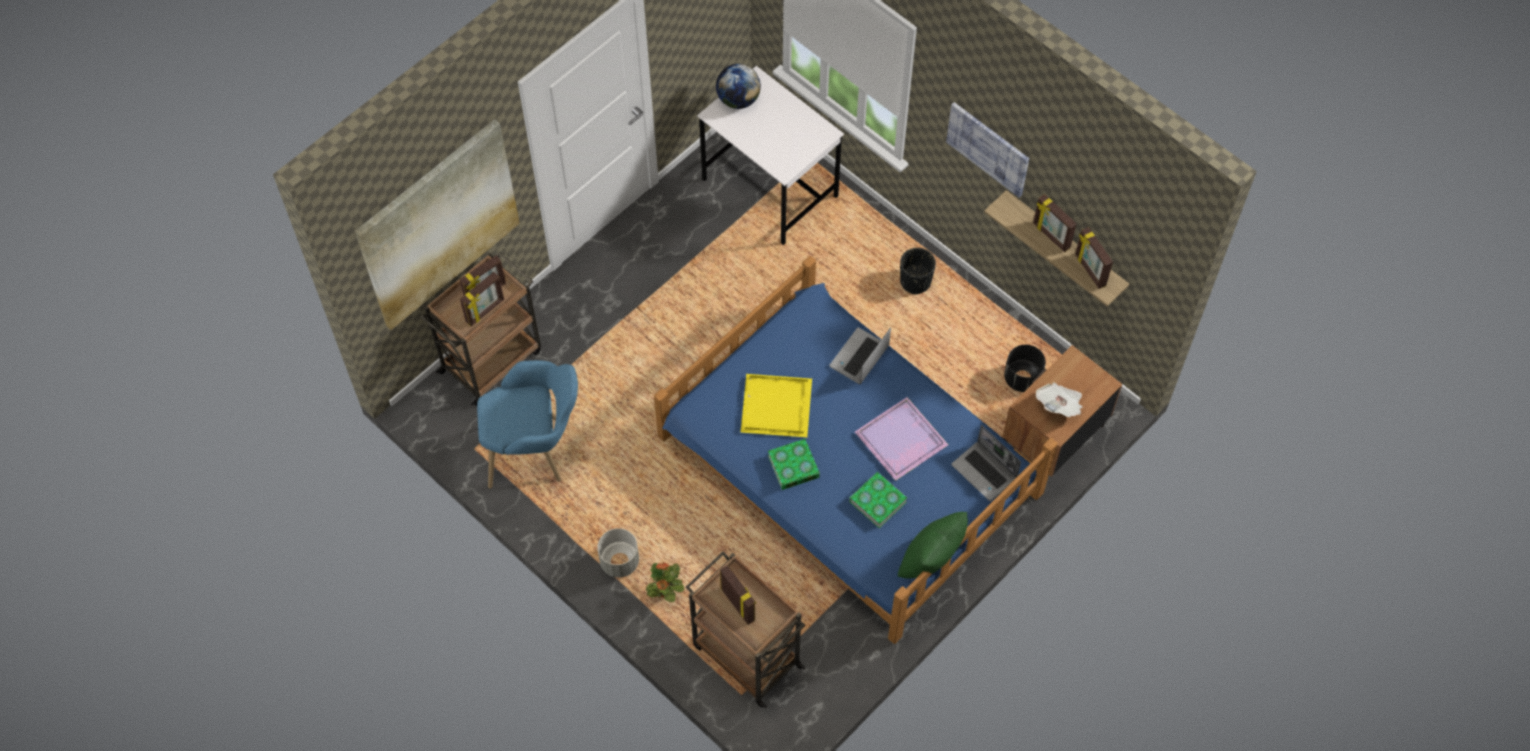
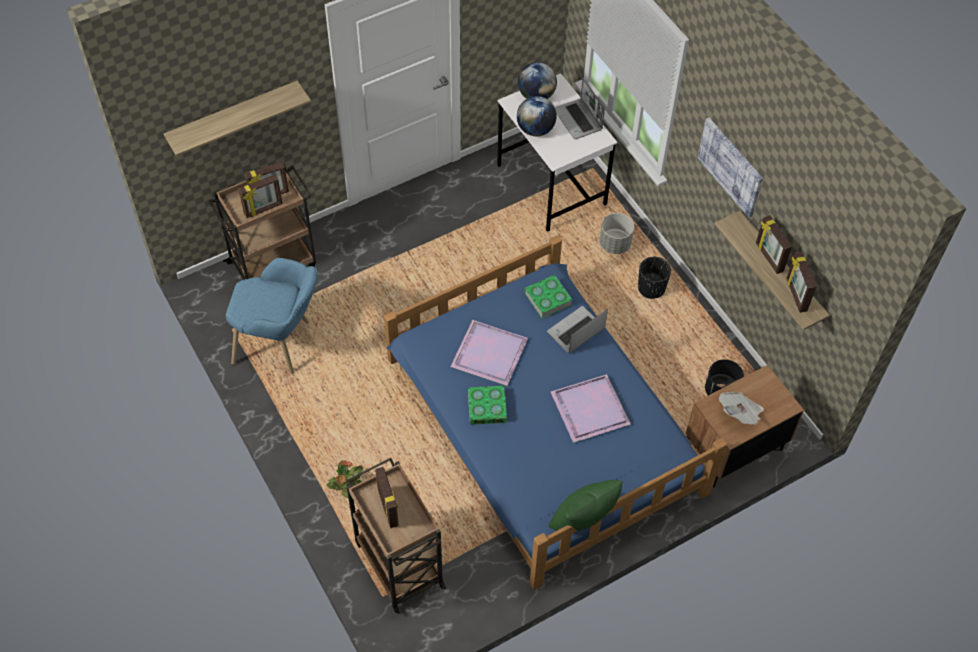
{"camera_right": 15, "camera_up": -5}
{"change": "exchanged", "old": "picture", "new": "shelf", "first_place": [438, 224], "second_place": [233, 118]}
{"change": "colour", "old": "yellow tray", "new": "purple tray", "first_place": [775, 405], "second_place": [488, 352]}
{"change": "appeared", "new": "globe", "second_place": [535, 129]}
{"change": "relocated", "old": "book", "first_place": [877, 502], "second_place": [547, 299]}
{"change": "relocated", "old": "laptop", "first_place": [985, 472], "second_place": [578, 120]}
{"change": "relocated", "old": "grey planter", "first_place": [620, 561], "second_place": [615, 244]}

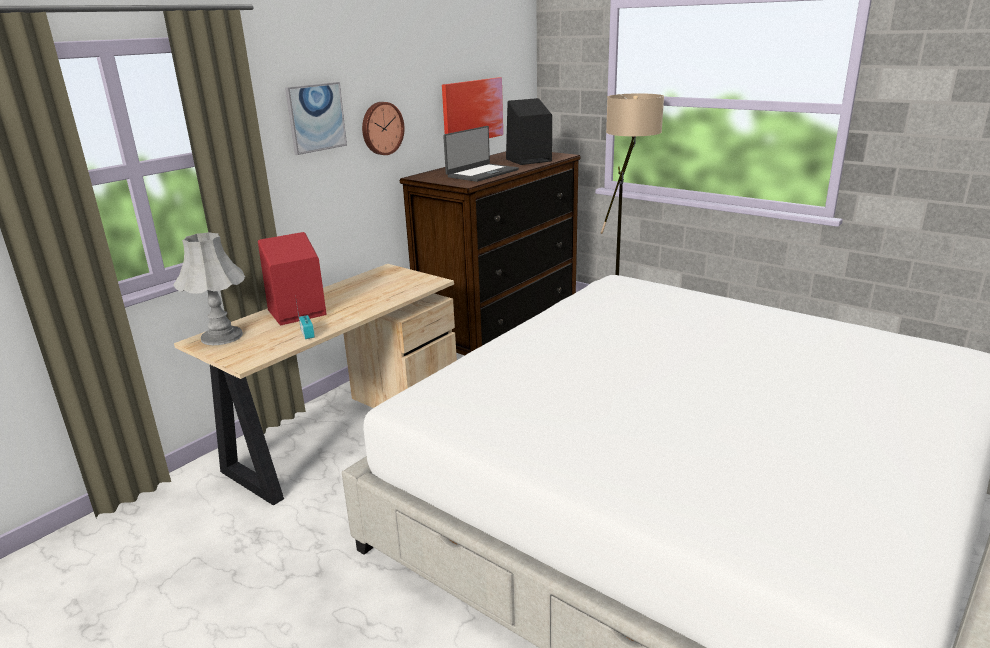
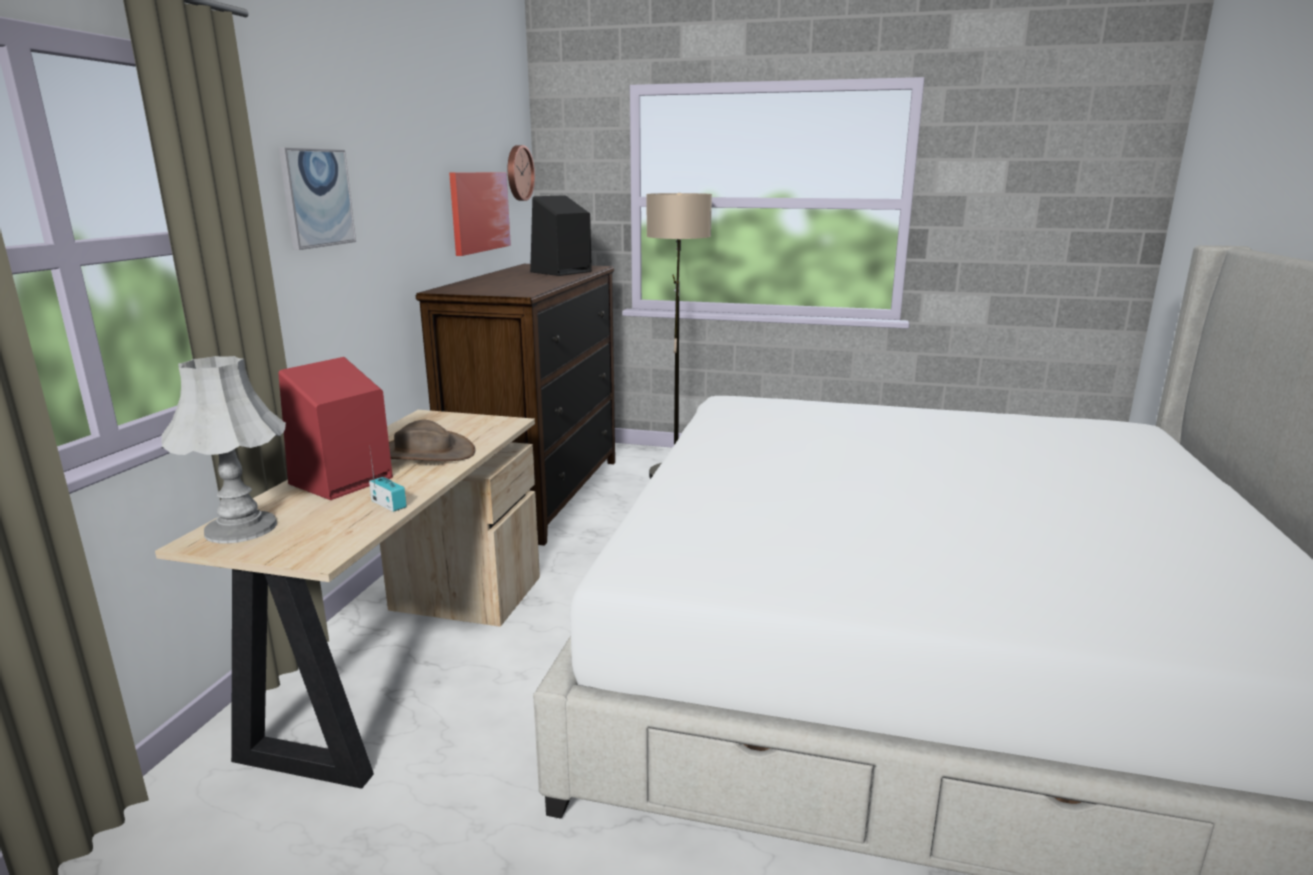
{"camera_right": -25, "camera_up": -5}
{"change": "appeared", "new": "brown hat", "second_place": [423, 454]}
{"change": "relocated", "old": "wall clock", "first_place": [381, 128], "second_place": [518, 173]}
{"change": "missing", "old": "laptop", "first_place": [482, 173]}

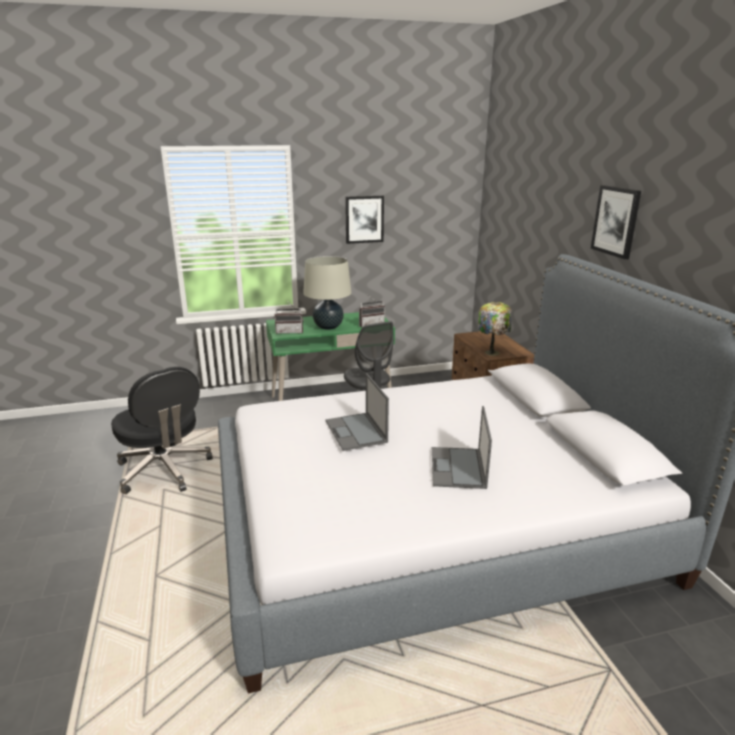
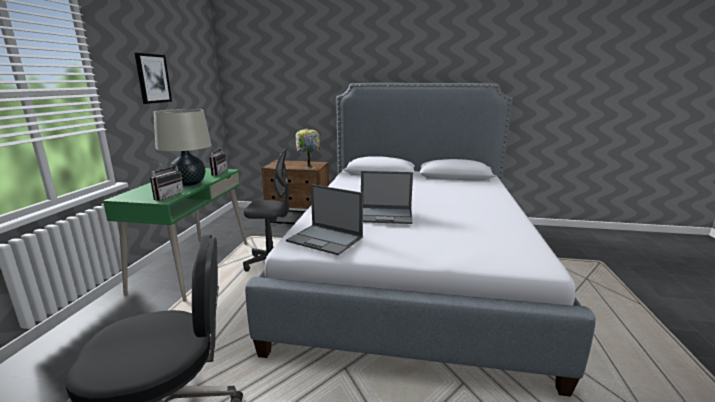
{"camera_right": -65, "camera_up": -5}
{"change": "relocated", "old": "laptop", "first_place": [458, 468], "second_place": [325, 239]}
{"change": "missing", "old": "picture", "first_place": [616, 221]}

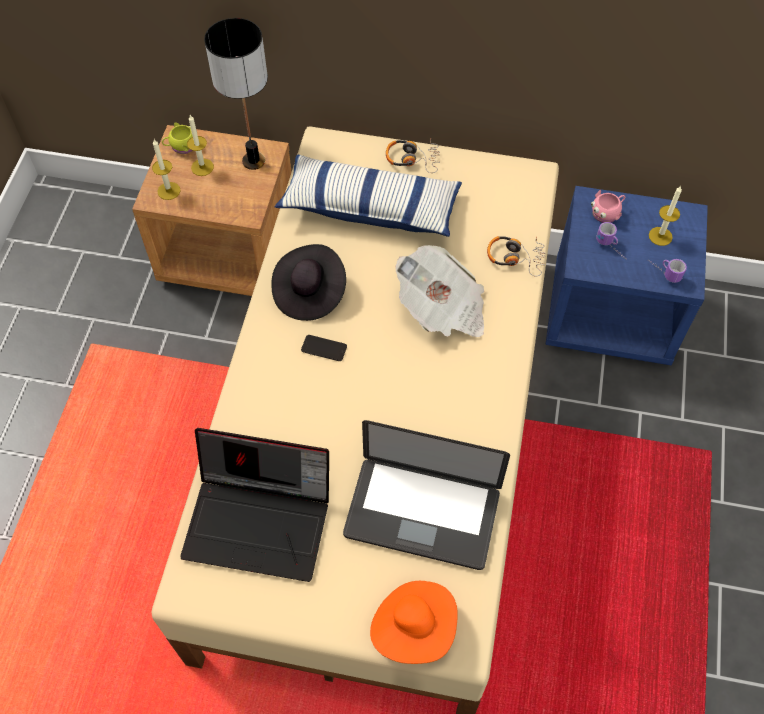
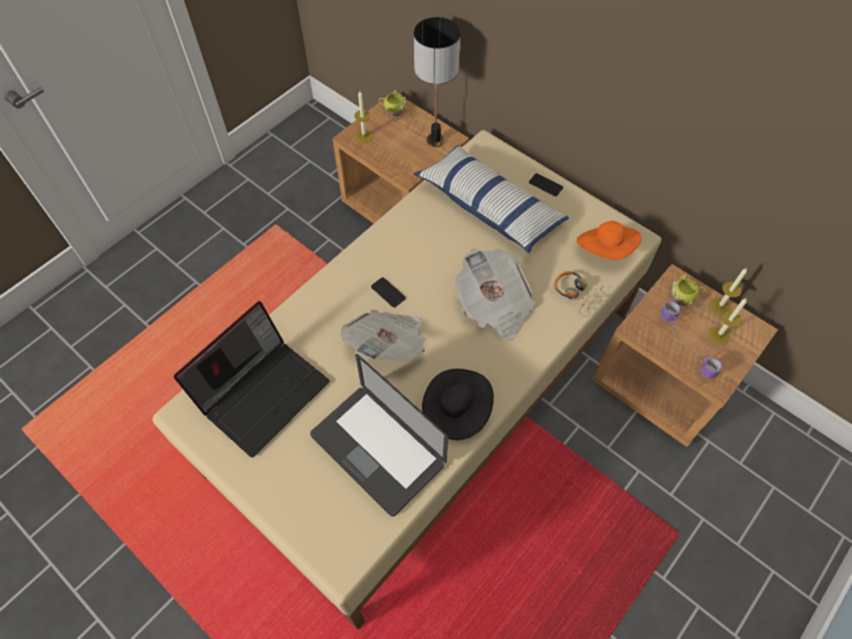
{"camera_right": 30, "camera_up": 0}
{"change": "spun", "old": "laptop", "first_place": [261, 520], "second_place": [263, 392], "degrees": -90}
{"change": "appeared", "new": "newspaper", "second_place": [389, 345]}
{"change": "relocated", "old": "black hat", "first_place": [309, 293], "second_place": [456, 410]}
{"change": "exchanged", "old": "headphones", "new": "phone", "first_place": [412, 159], "second_place": [545, 185]}
{"change": "relocated", "old": "orange hat", "first_place": [414, 627], "second_place": [606, 250]}
{"change": "colour", "old": "blue nightstand", "new": "brown nightstand", "first_place": [611, 314], "second_place": [662, 382]}
{"change": "colour", "old": "pink mug", "new": "yellow mug", "first_place": [606, 213], "second_place": [684, 296]}
{"change": "relocated", "old": "candle", "first_place": [202, 167], "second_place": [719, 307]}

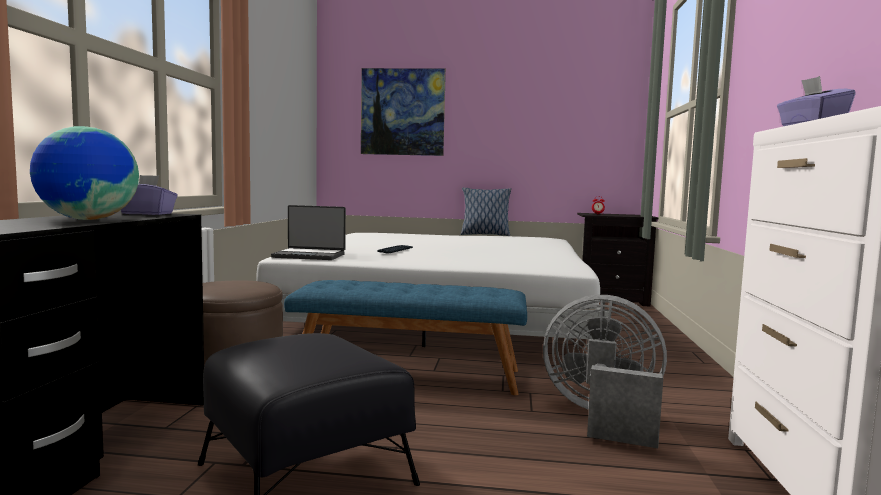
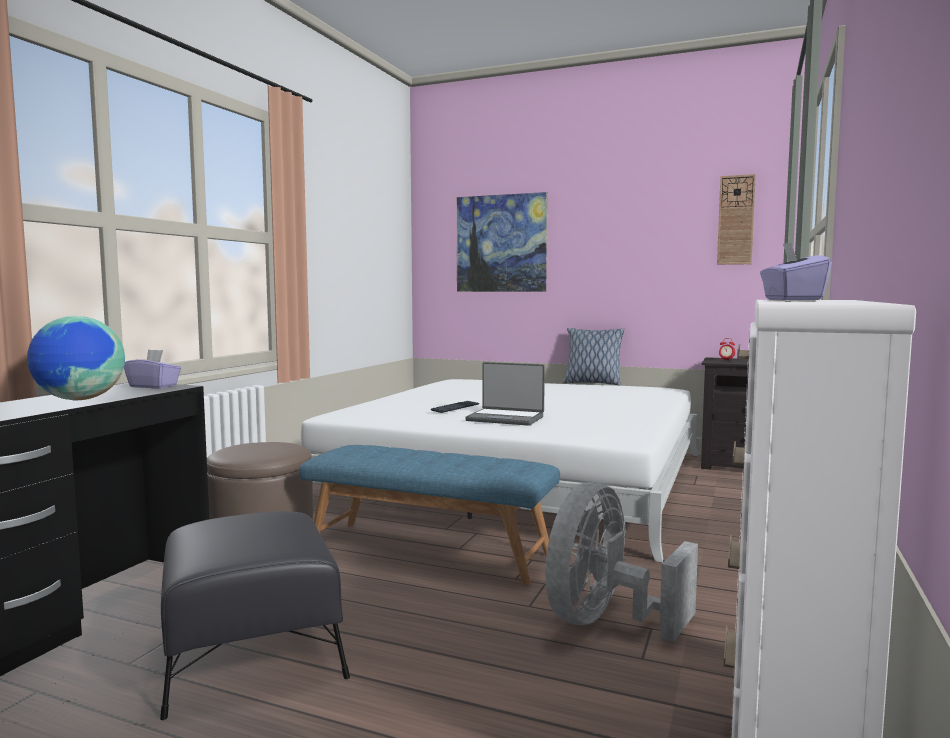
{"camera_right": 15, "camera_up": 0}
{"change": "relocated", "old": "laptop", "first_place": [310, 256], "second_place": [506, 418]}
{"change": "spun", "old": "grey fan", "first_place": [603, 417], "second_place": [605, 621], "degrees": -90}
{"change": "appeared", "new": "wall clock", "second_place": [736, 220]}

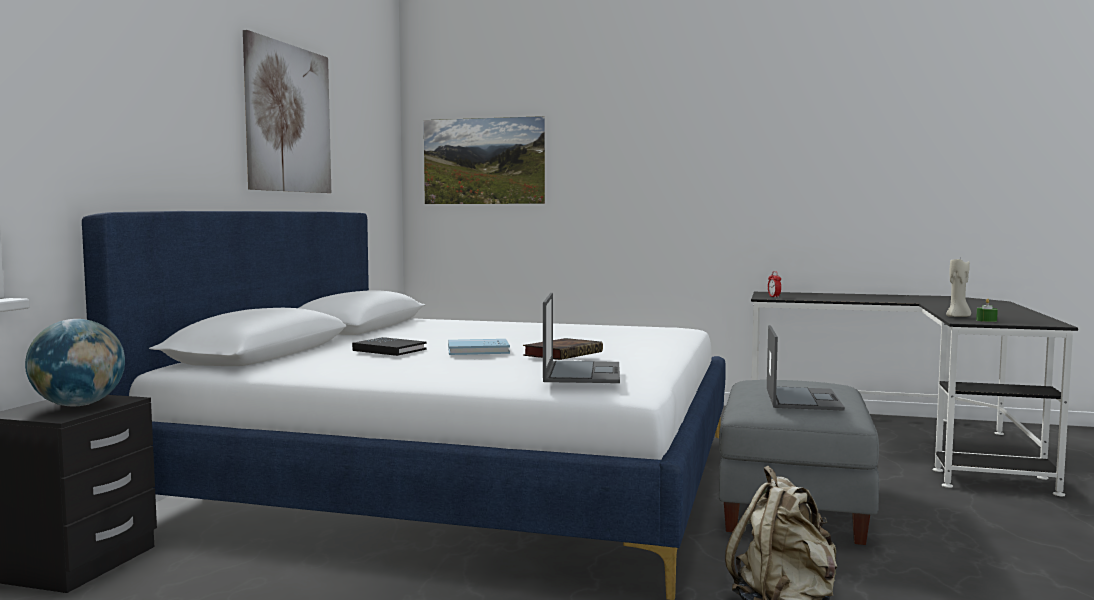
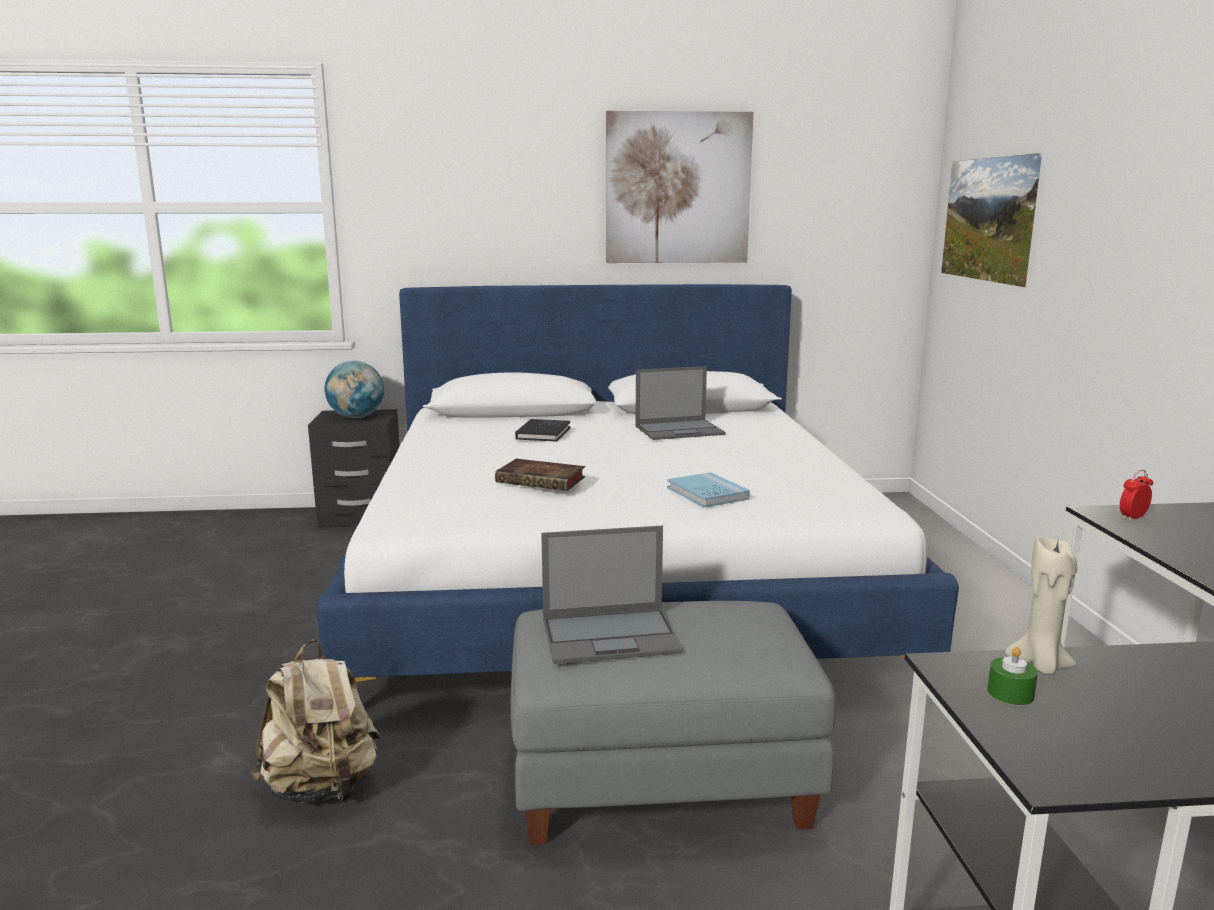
{"camera_right": 70, "camera_up": 10}
{"change": "relocated", "old": "laptop", "first_place": [582, 373], "second_place": [680, 430]}
{"change": "relocated", "old": "blue book", "first_place": [478, 350], "second_place": [707, 493]}

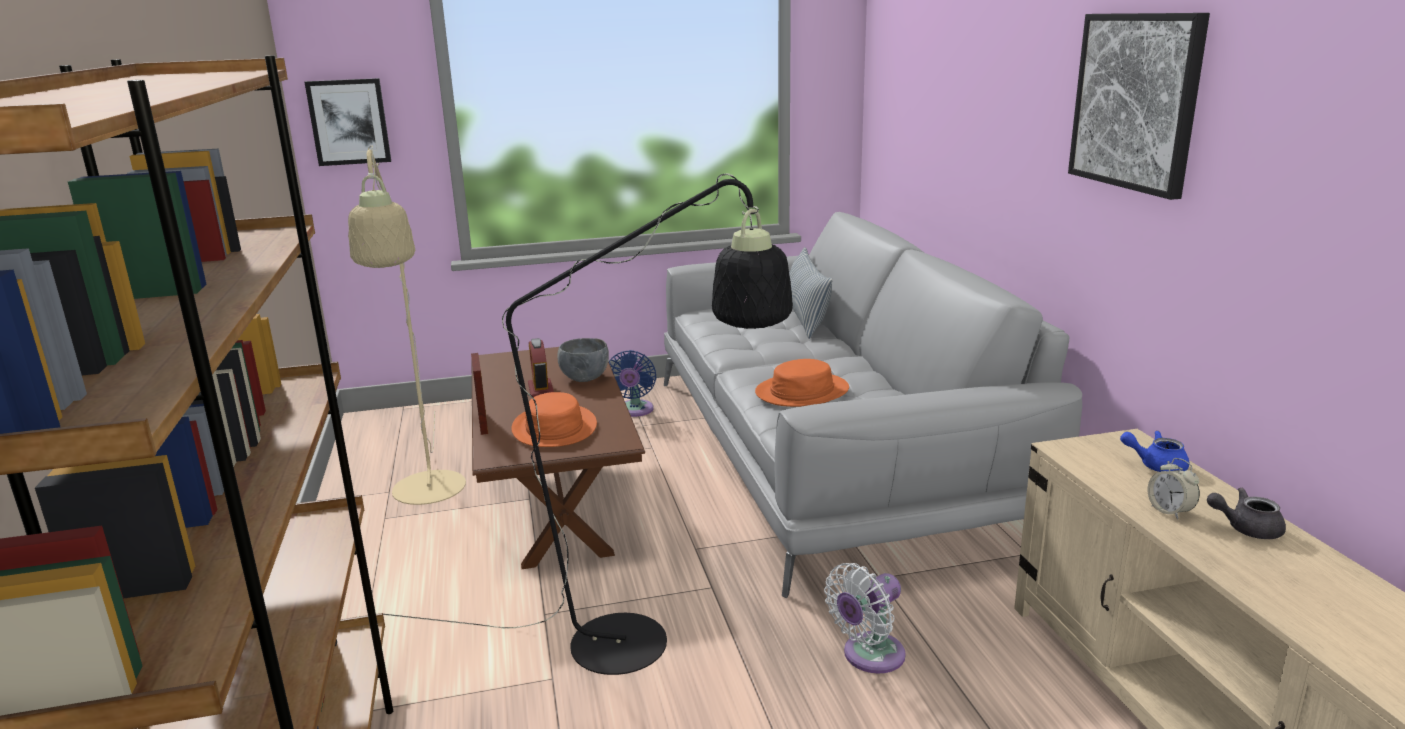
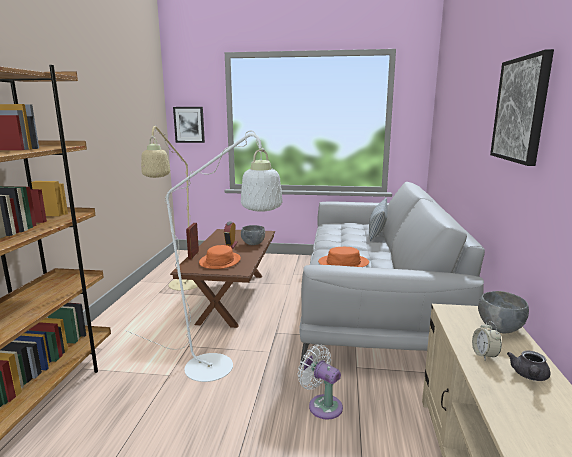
{"camera_right": 20, "camera_up": -5}
{"change": "colour", "old": "black floor lamp", "new": "white floor lamp", "first_place": [644, 645], "second_place": [219, 371]}
{"change": "spun", "old": "white fan", "first_place": [869, 656], "second_place": [322, 405], "degrees": 60}
{"change": "exchanged", "old": "blue teapot", "new": "grey bowl", "first_place": [1156, 465], "second_place": [499, 328]}
{"change": "spun", "old": "grey teapot", "first_place": [1245, 528], "second_place": [529, 376], "degrees": -90}
{"change": "missing", "old": "blue fan", "first_place": [634, 411]}

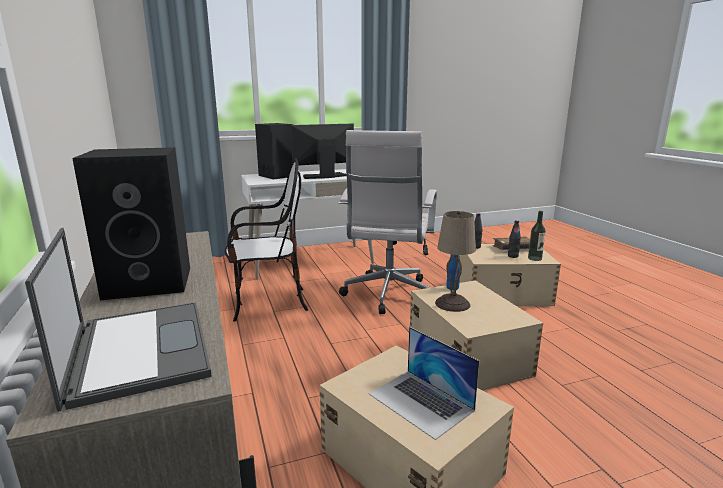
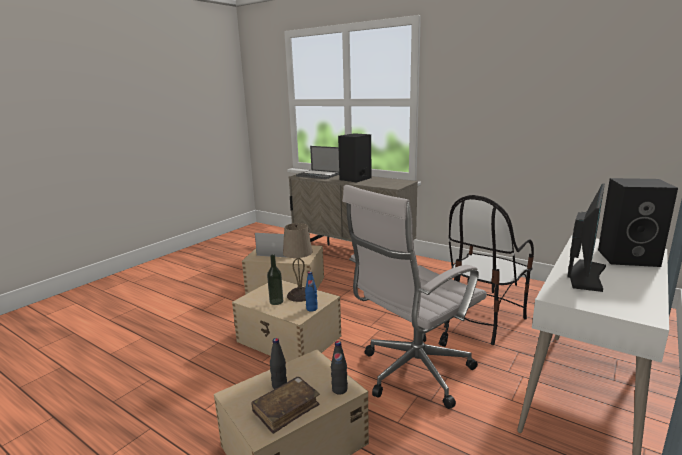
{"camera_right": 145, "camera_up": 0}
{"change": "relocated", "old": "bottle", "first_place": [534, 258], "second_place": [276, 301]}
{"change": "spun", "old": "white office chair", "first_place": [388, 295], "second_place": [412, 374], "degrees": -105}

